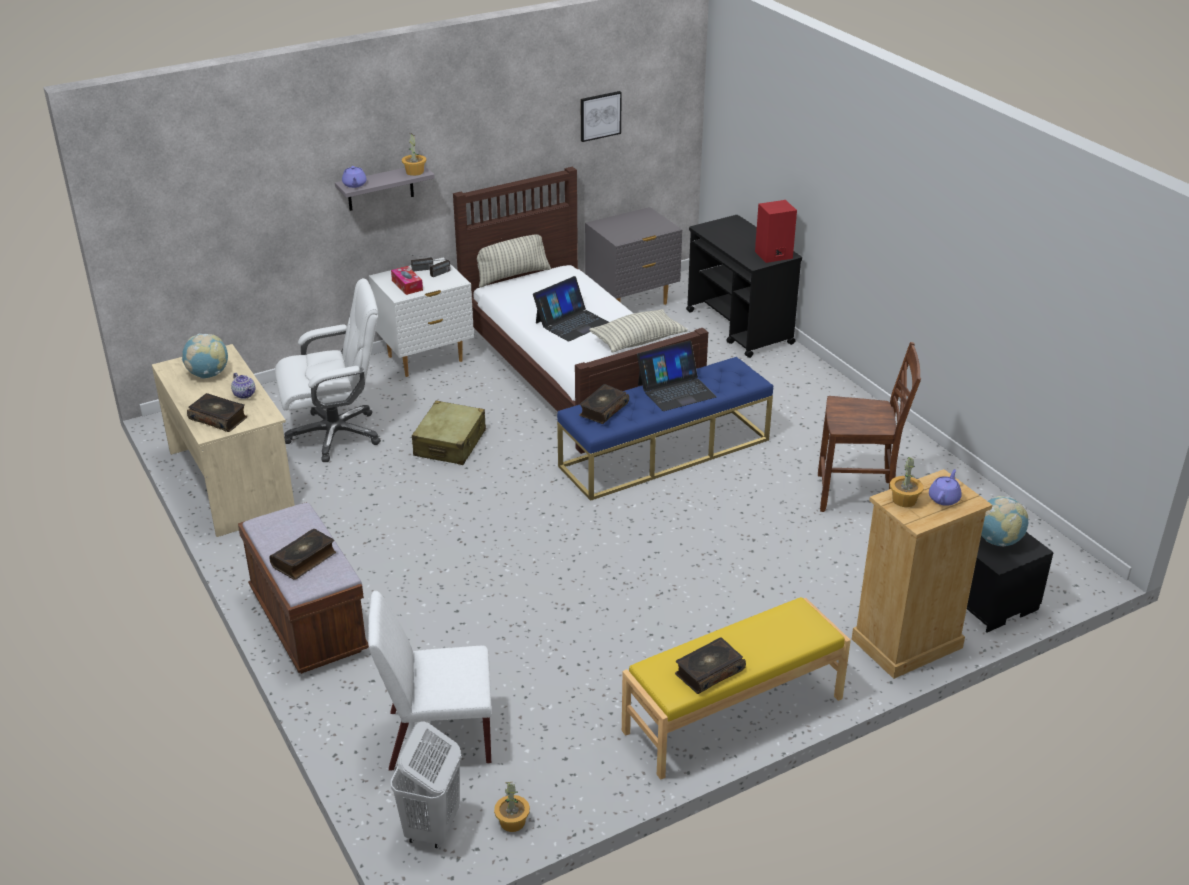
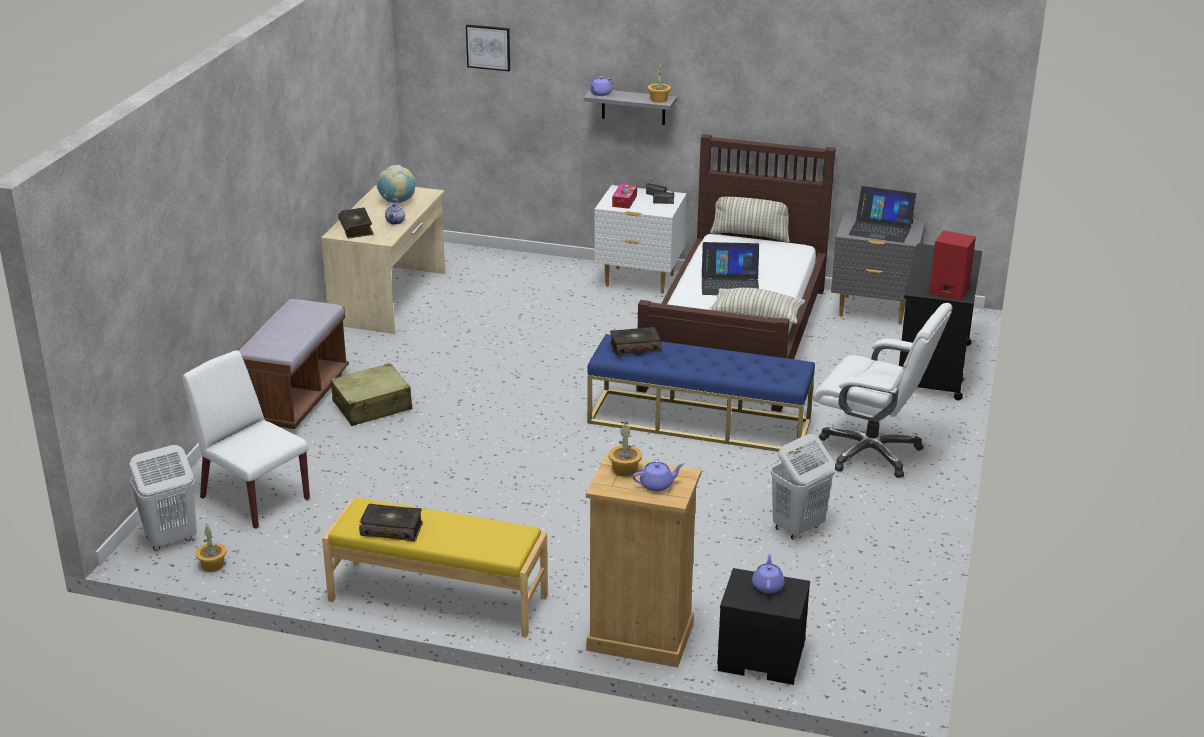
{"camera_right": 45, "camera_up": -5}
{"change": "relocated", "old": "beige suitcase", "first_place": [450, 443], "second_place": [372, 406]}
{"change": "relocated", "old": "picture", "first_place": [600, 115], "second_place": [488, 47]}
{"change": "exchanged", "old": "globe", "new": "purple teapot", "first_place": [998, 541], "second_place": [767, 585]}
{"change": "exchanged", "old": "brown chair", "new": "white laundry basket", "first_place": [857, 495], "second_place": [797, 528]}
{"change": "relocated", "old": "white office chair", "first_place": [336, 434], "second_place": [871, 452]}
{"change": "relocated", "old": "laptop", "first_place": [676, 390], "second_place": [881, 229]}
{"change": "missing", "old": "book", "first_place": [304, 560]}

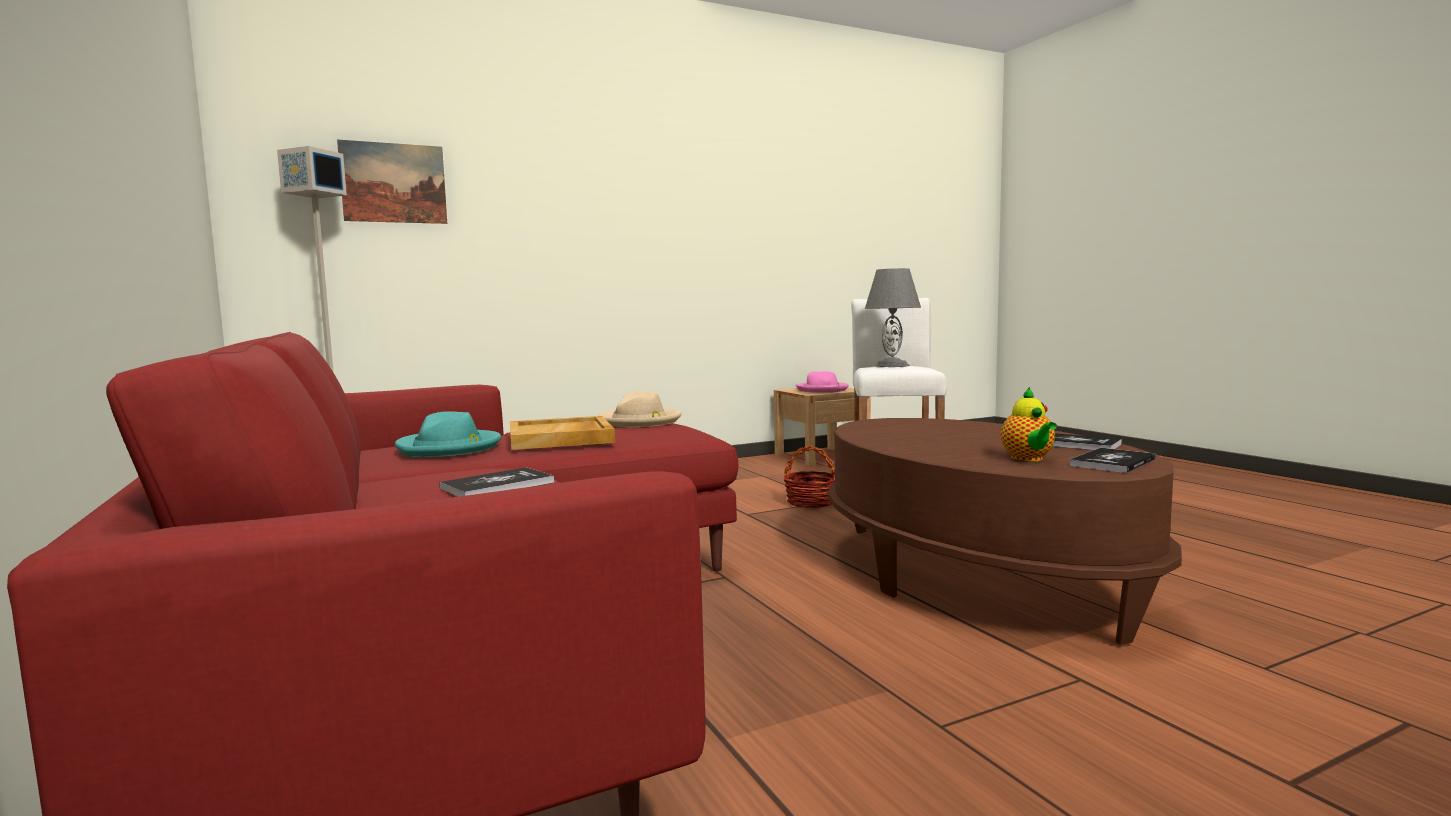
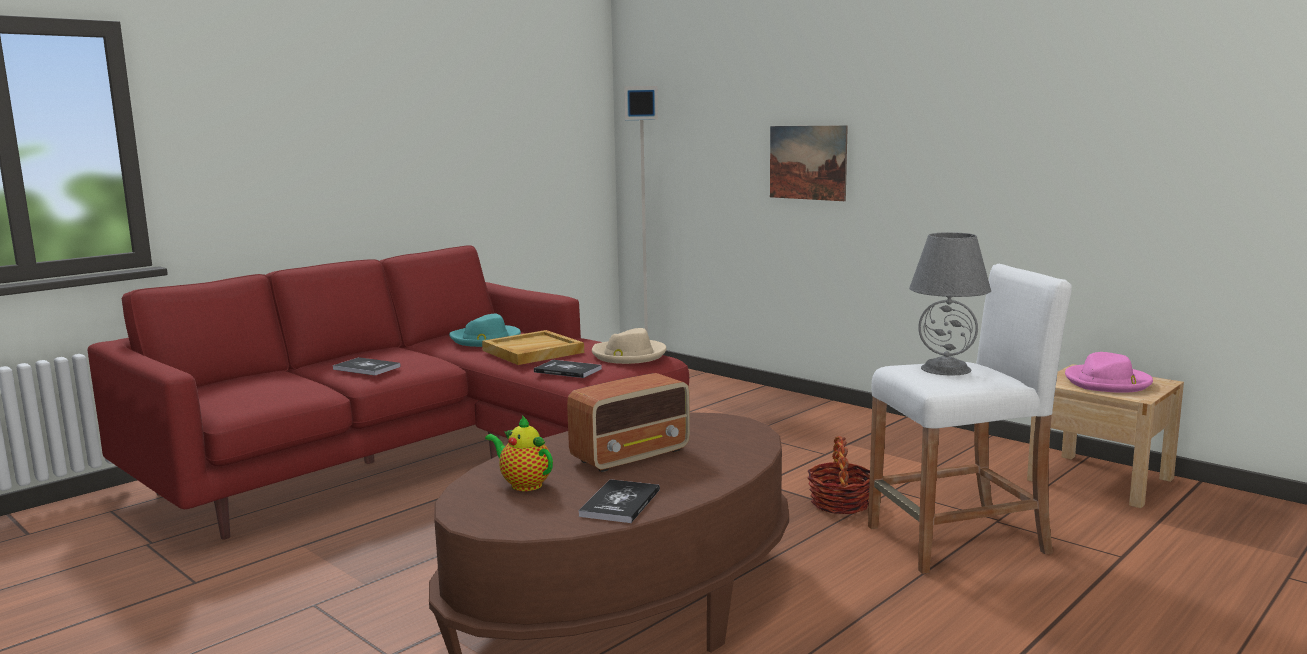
{"camera_right": 70, "camera_up": 5}
{"change": "spun", "old": "teapot", "first_place": [1028, 459], "second_place": [523, 484], "degrees": 60}
{"change": "relocated", "old": "book", "first_place": [1112, 462], "second_place": [567, 370]}
{"change": "appeared", "new": "radio", "second_place": [632, 456]}
{"change": "relocated", "old": "picture", "first_place": [394, 183], "second_place": [807, 162]}

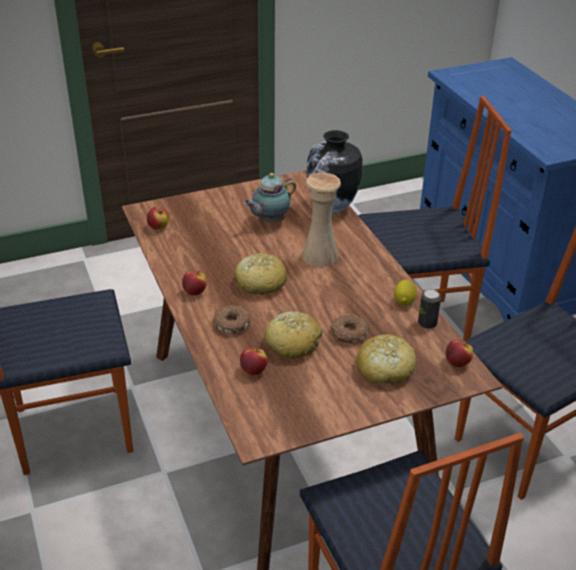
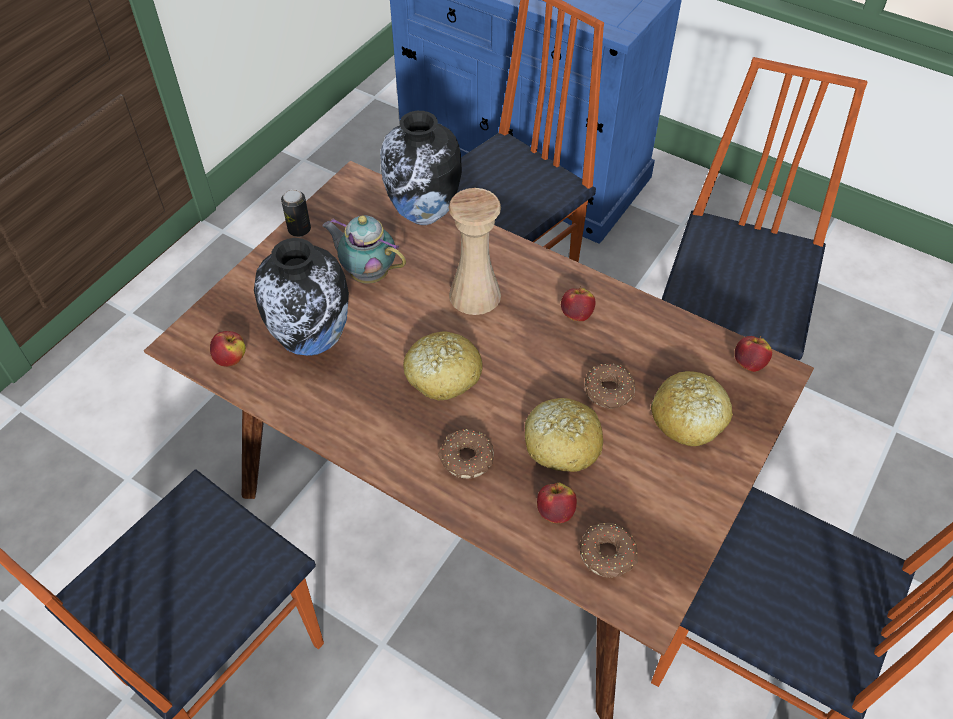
{"camera_right": -35, "camera_up": 15}
{"change": "appeared", "new": "vase", "second_place": [313, 342]}
{"change": "relocated", "old": "can", "first_place": [427, 323], "second_place": [299, 229]}
{"change": "spun", "old": "teapot", "first_place": [269, 221], "second_place": [367, 273], "degrees": 105}
{"change": "relocated", "old": "apple", "first_place": [195, 292], "second_place": [576, 315]}
{"change": "appeared", "new": "donut", "second_place": [608, 555]}
{"change": "missing", "old": "lemon", "first_place": [404, 301]}

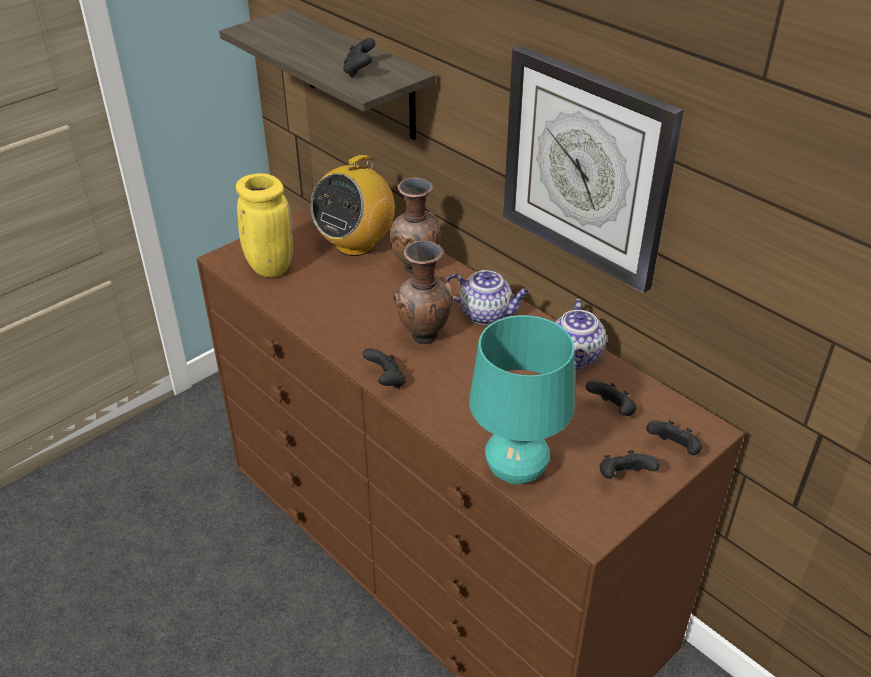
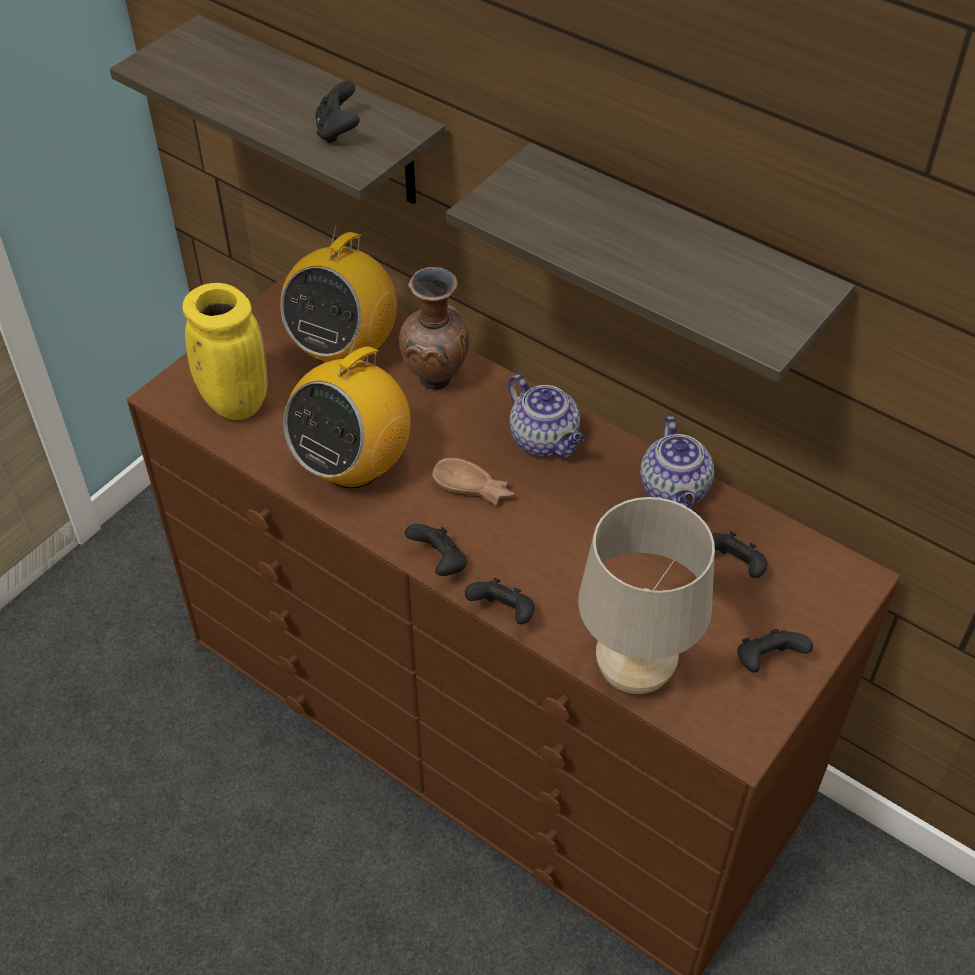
{"camera_right": -10, "camera_up": 10}
{"change": "appeared", "new": "radio", "second_place": [353, 465]}
{"change": "exchanged", "old": "brown vase", "new": "brown bowl", "first_place": [424, 338], "second_place": [473, 489]}
{"change": "exchanged", "old": "wall clock", "new": "shelf", "first_place": [586, 167], "second_place": [677, 259]}
{"change": "relocated", "old": "black game controller", "first_place": [673, 450], "second_place": [503, 613]}
{"change": "spun", "old": "teapot", "first_place": [486, 314], "second_place": [545, 440], "degrees": 45}
{"change": "colour", "old": "turquoise table lamp", "new": "beige table lamp", "first_place": [516, 471], "second_place": [634, 673]}

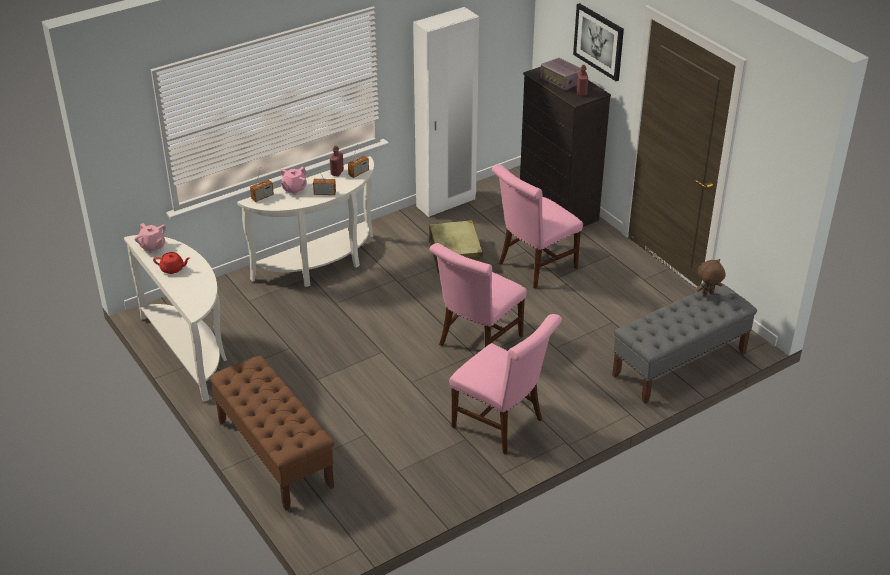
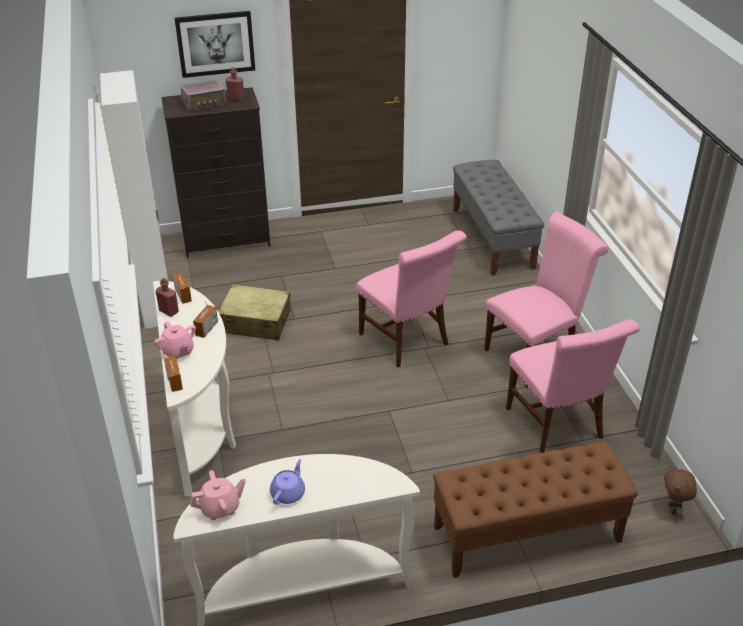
{"camera_right": -70, "camera_up": 0}
{"change": "colour", "old": "red teapot", "new": "purple teapot", "first_place": [173, 269], "second_place": [288, 493]}
{"change": "relocated", "old": "pink chair", "first_place": [533, 267], "second_place": [558, 426]}
{"change": "relocated", "old": "brown plush toy", "first_place": [708, 294], "second_place": [673, 509]}

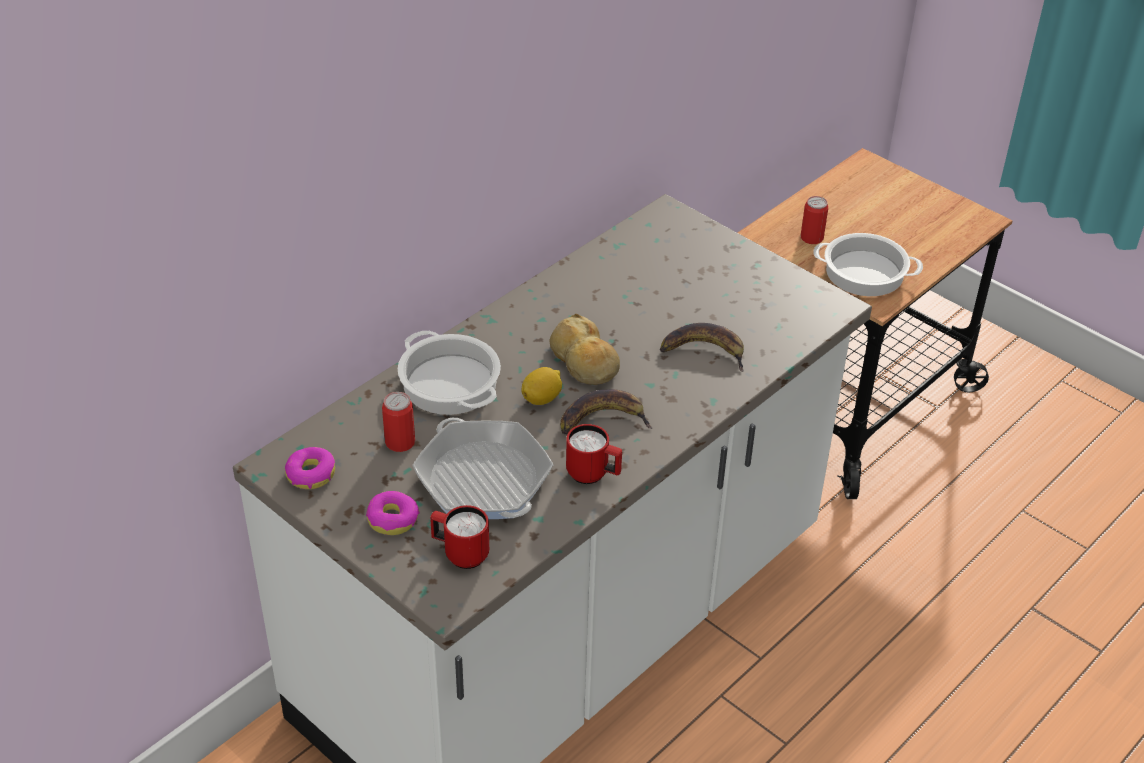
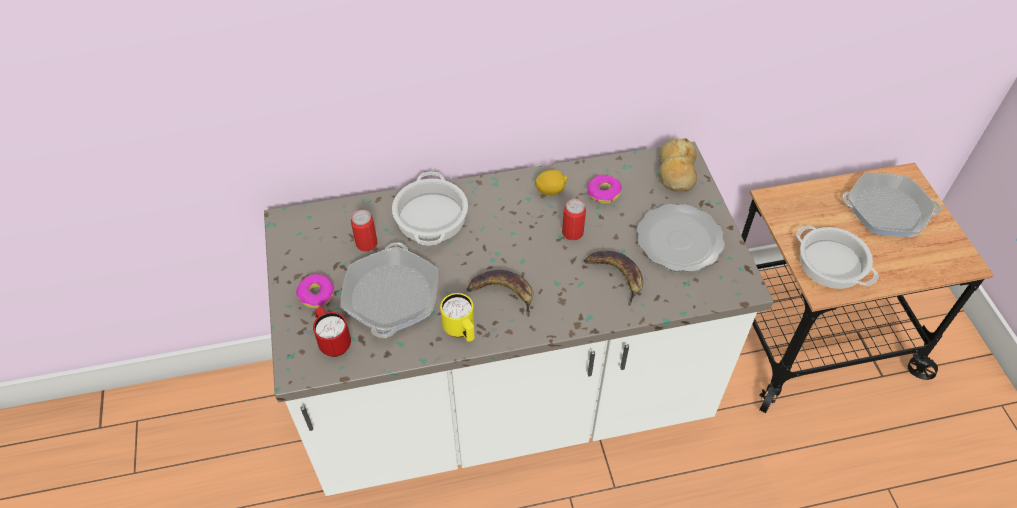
{"camera_right": 35, "camera_up": 10}
{"change": "colour", "old": "red mug", "new": "yellow mug", "first_place": [593, 475], "second_place": [461, 331]}
{"change": "relocated", "old": "lemon", "first_place": [542, 398], "second_place": [550, 190]}
{"change": "relocated", "old": "can", "first_place": [811, 238], "second_place": [572, 232]}
{"change": "relocated", "old": "donut", "first_place": [310, 474], "second_place": [603, 193]}
{"change": "appeared", "new": "plate", "second_place": [681, 240]}
{"change": "relocated", "old": "bread", "first_place": [584, 362], "second_place": [676, 172]}
{"change": "appeared", "new": "frying pan", "second_place": [887, 210]}

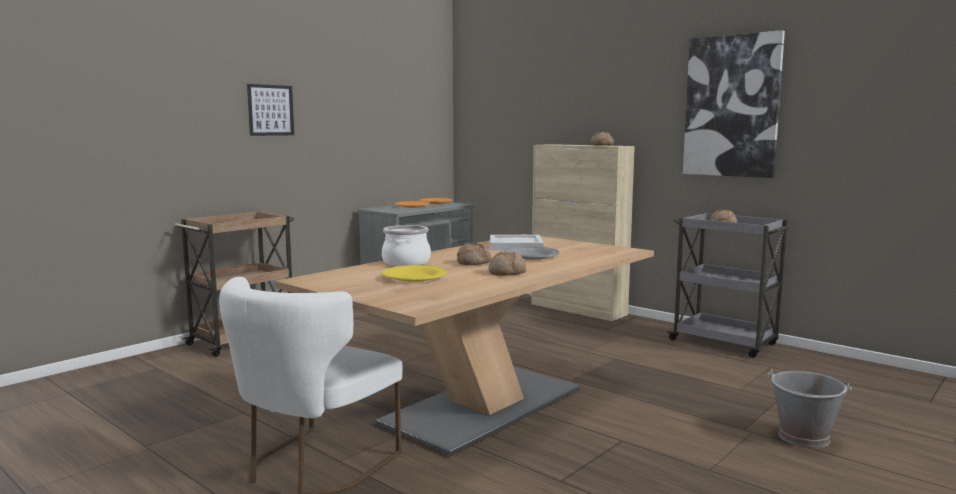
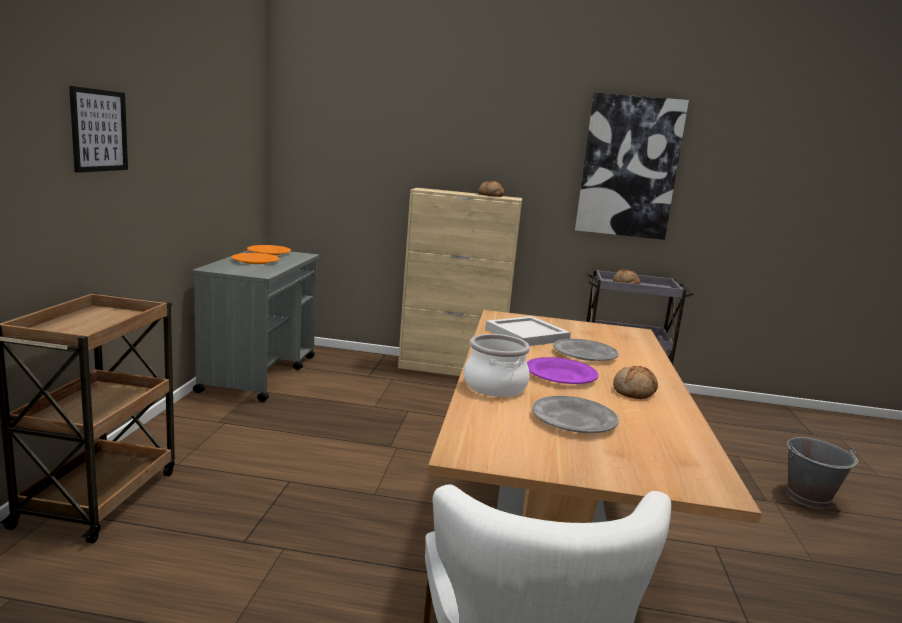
{"camera_right": -35, "camera_up": 5}
{"change": "exchanged", "old": "bread", "new": "purple plate", "first_place": [473, 262], "second_place": [560, 375]}
{"change": "colour", "old": "yellow plate", "new": "grey plate", "first_place": [414, 277], "second_place": [573, 419]}

